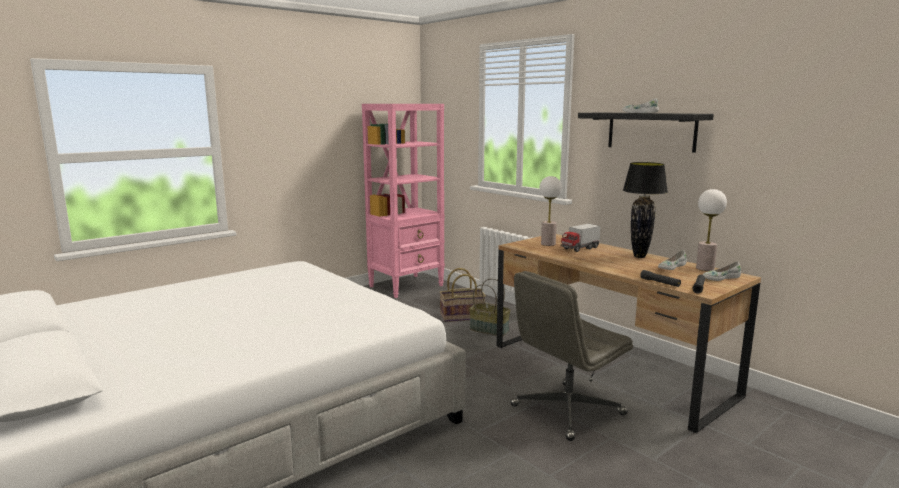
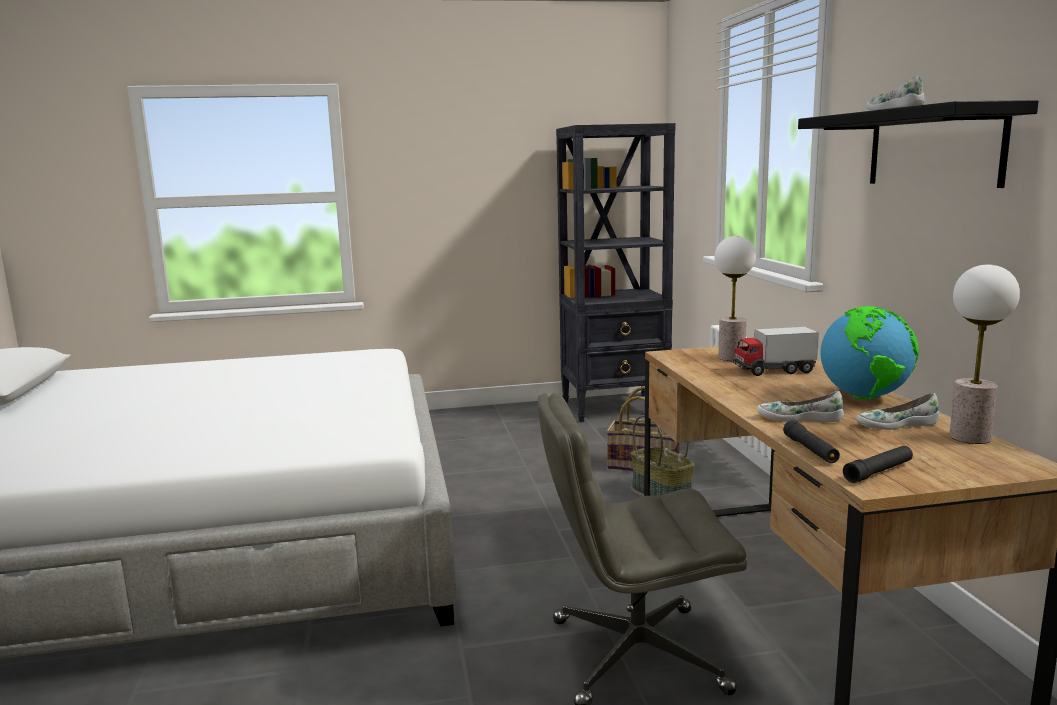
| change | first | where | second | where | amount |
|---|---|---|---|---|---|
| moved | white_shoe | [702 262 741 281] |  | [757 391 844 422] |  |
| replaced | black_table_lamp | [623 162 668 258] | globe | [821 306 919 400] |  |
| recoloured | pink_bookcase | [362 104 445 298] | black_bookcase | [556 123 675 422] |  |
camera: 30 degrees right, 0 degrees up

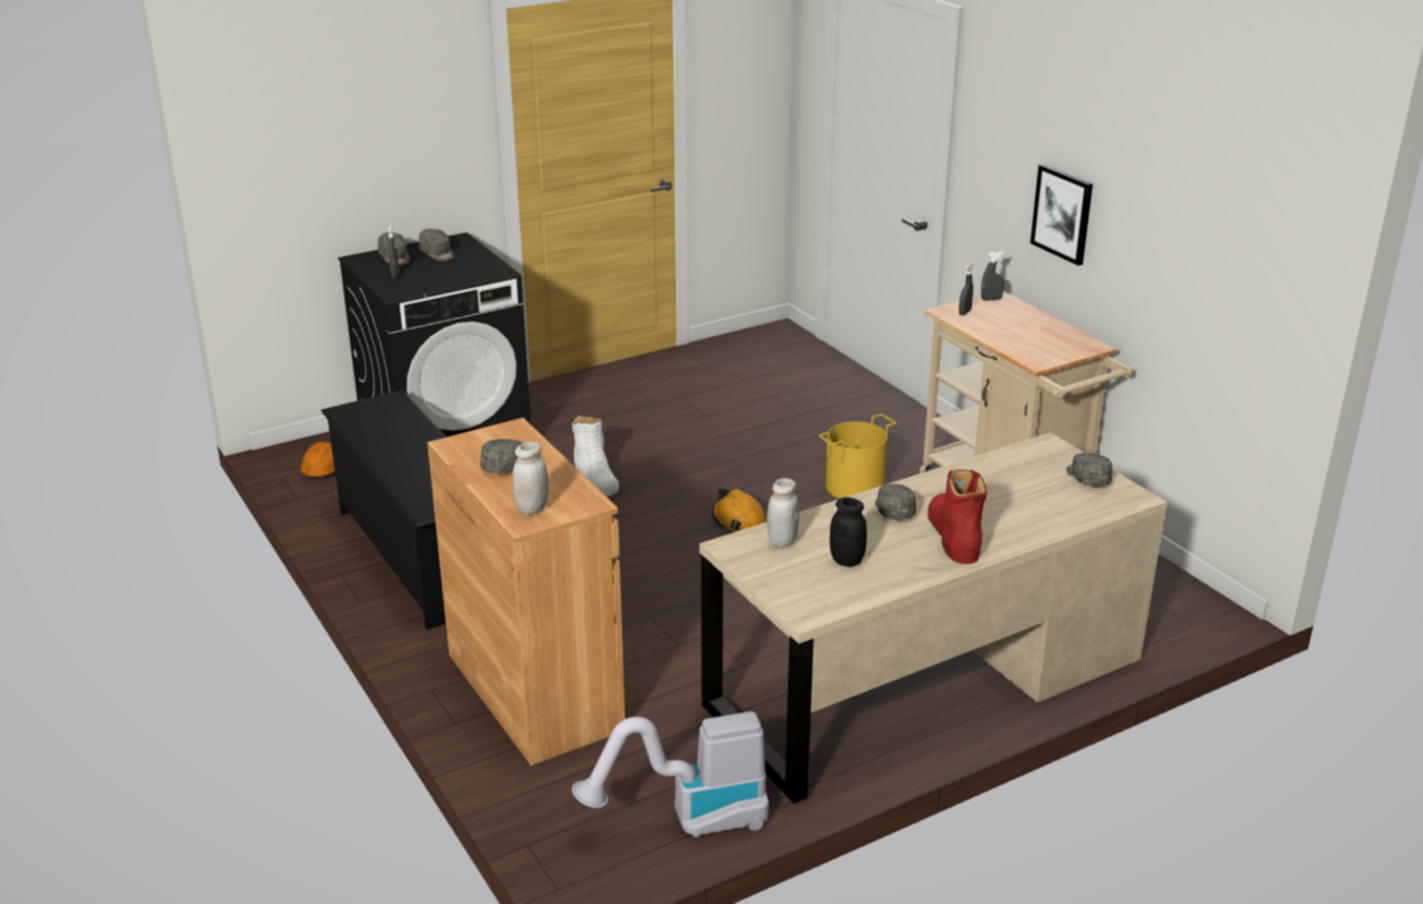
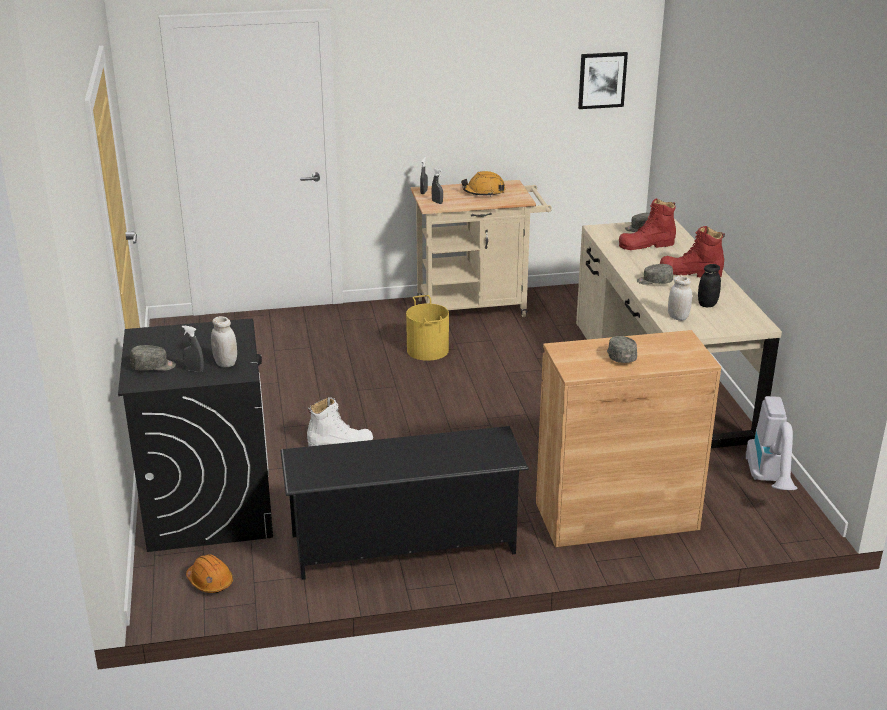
| change | first | where | second | where | amount |
|---|---|---|---|---|---|
| removed | grey_cap | [419 228 454 261] |  |  |  |
| added |  |  | red_boot | [619 198 676 250] |  |
| moved | white_jar | [512 441 549 515] |  | [211 316 237 367] |  |
| moved | orange_hard_hat | [712 488 766 532] |  | [461 171 505 197] |  |
| moved | picture | [1030 164 1093 266] |  | [578 52 628 109] |  |
camera: 70 degrees left, 0 degrees up

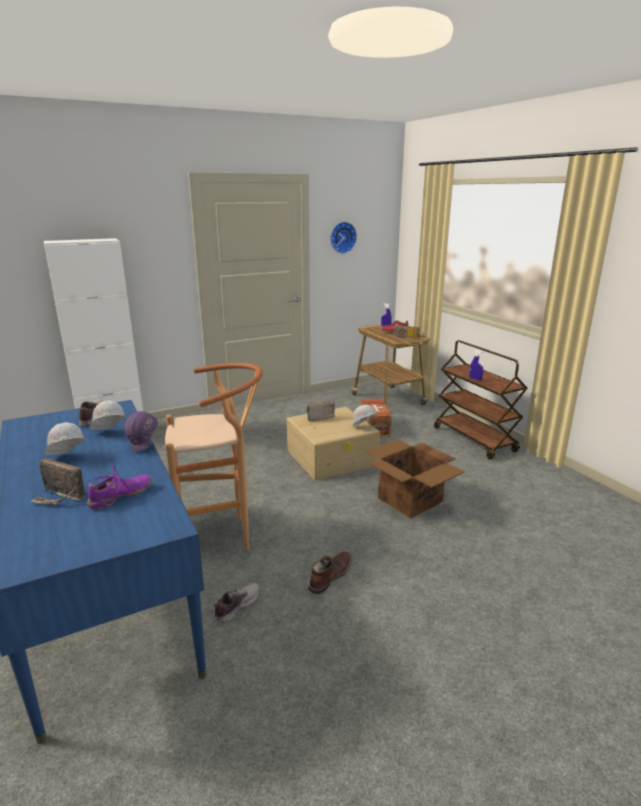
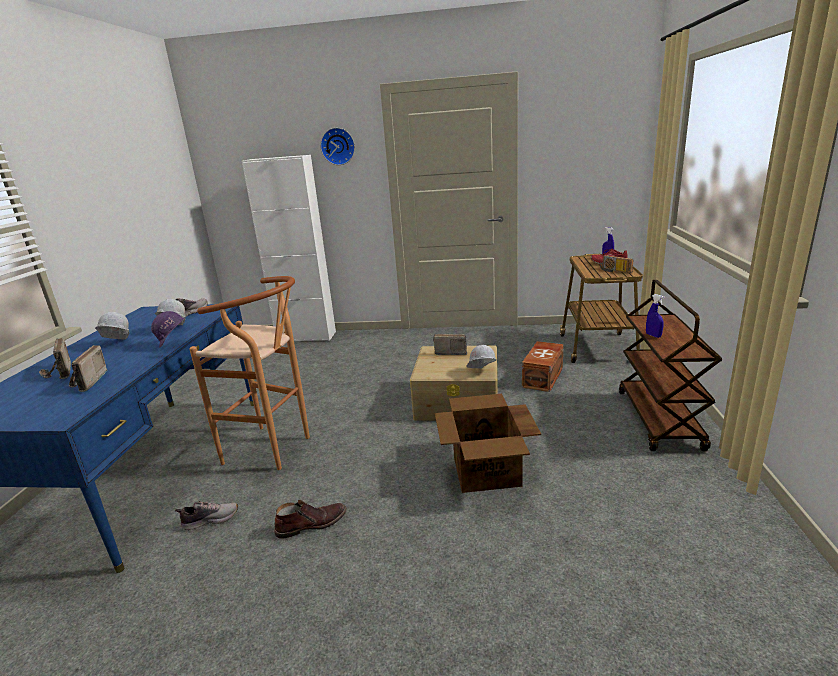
| change | first | where | second | where | amount |
|---|---|---|---|---|---|
| moved | wall_clock | [330 222 357 254] |  | [320 128 355 165] |  |
| replaced | purple_shoe | [87 466 152 510] | radio | [69 345 108 392] |  |
camera: 35 degrees right, 0 degrees up

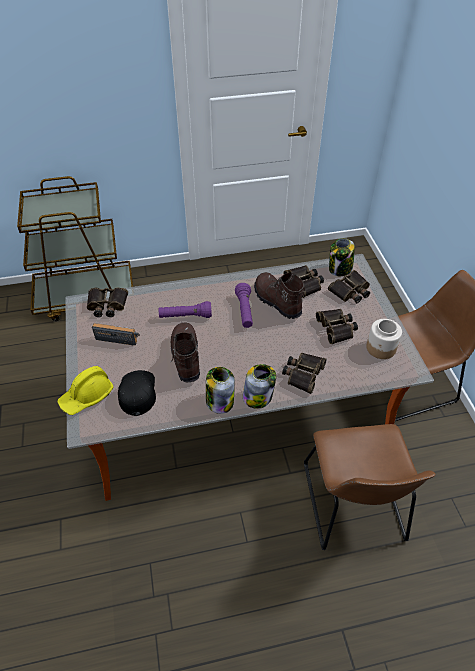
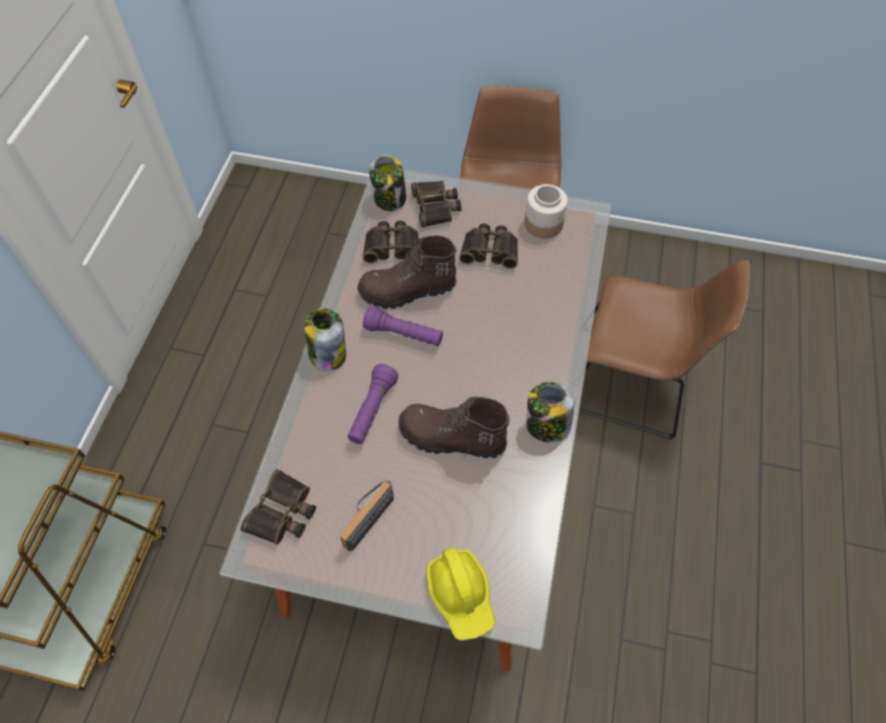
| change | first | where | second | where | amount |
|---|---|---|---|---|---|
| removed | black_cap | [118 370 156 416] |  |  |  |
| removed | binoculars | [282 353 327 394] |  |  |  |
| moved | jar | [243 364 276 409] |  | [305 308 346 371] |  |
camera: 65 degrees left, 10 degrees up

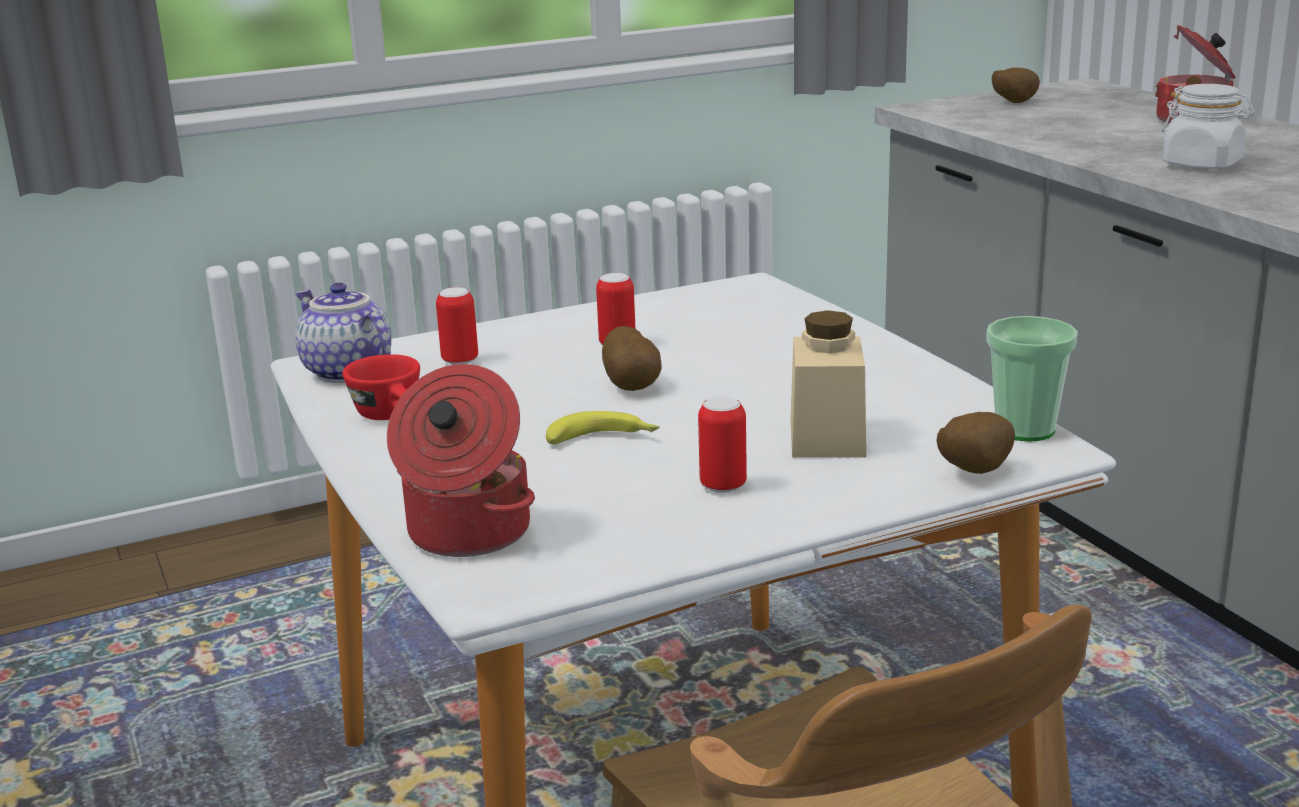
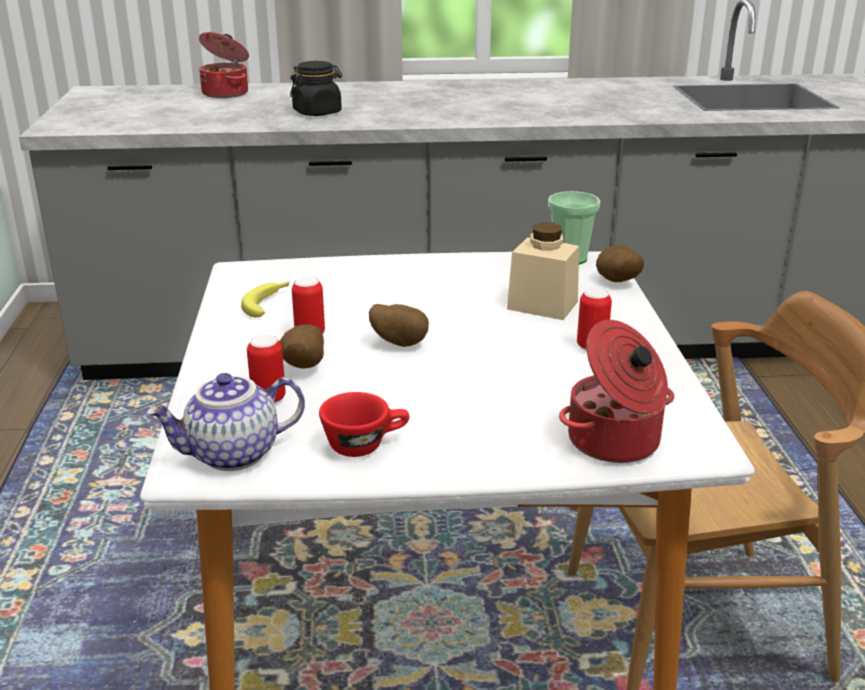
| change | first | where | second | where | amount |
|---|---|---|---|---|---|
| moved | banana | [546 411 660 445] |  | [241 281 289 317] |  |
| moved | potato | [992 68 1040 103] |  | [279 324 324 369] |  |
| recoloured | white_jar | [1162 84 1255 169] | black_jar | [290 61 342 116] |  |
camera: 70 degrees left, 5 degrees up

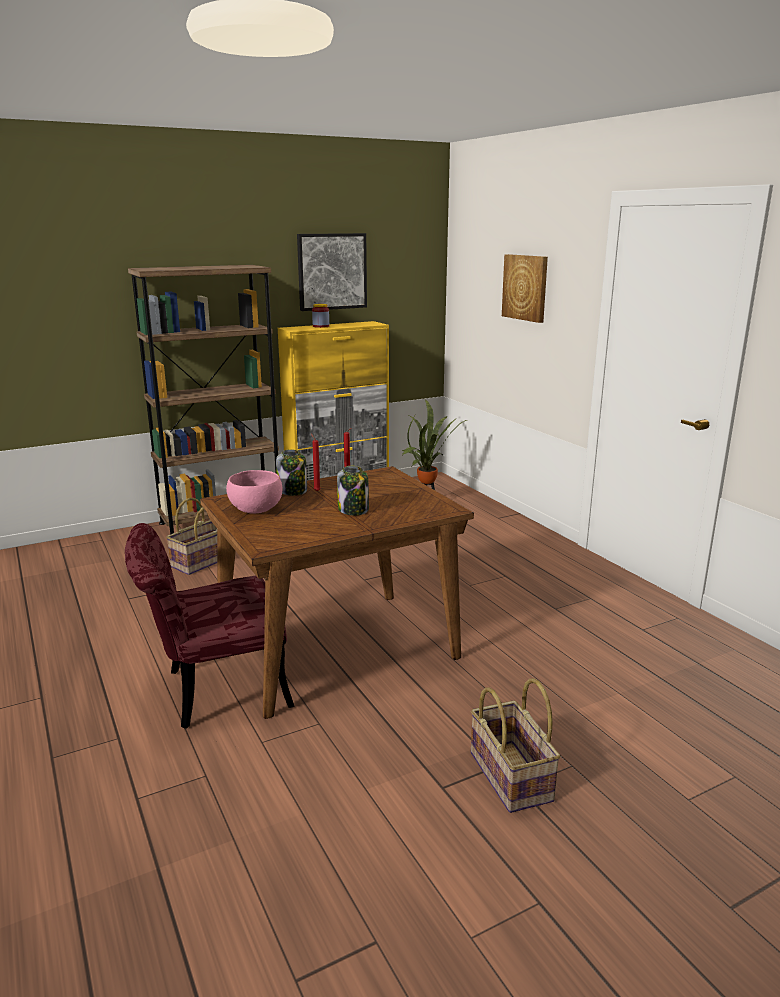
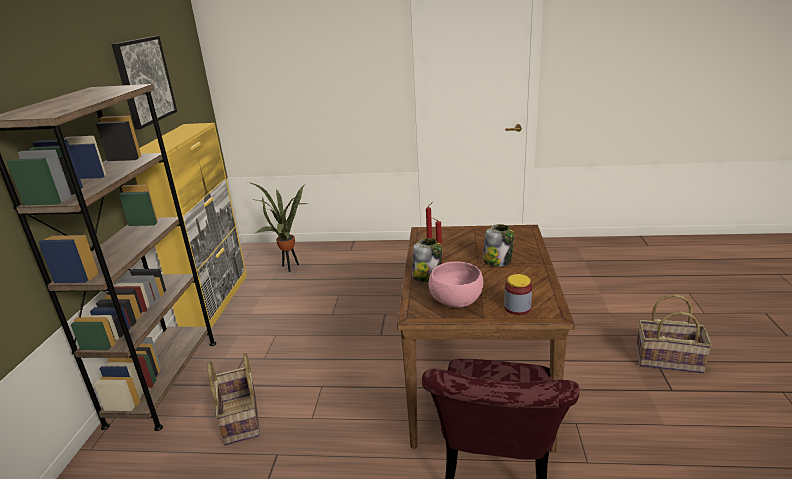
| change | first | where | second | where | amount |
|---|---|---|---|---|---|
| removed | picture | [502 254 548 323] |  |  |  |
| moved | jar | [312 304 329 328] |  | [504 274 532 315] |  |
camera: 55 degrees left, 5 degrees up

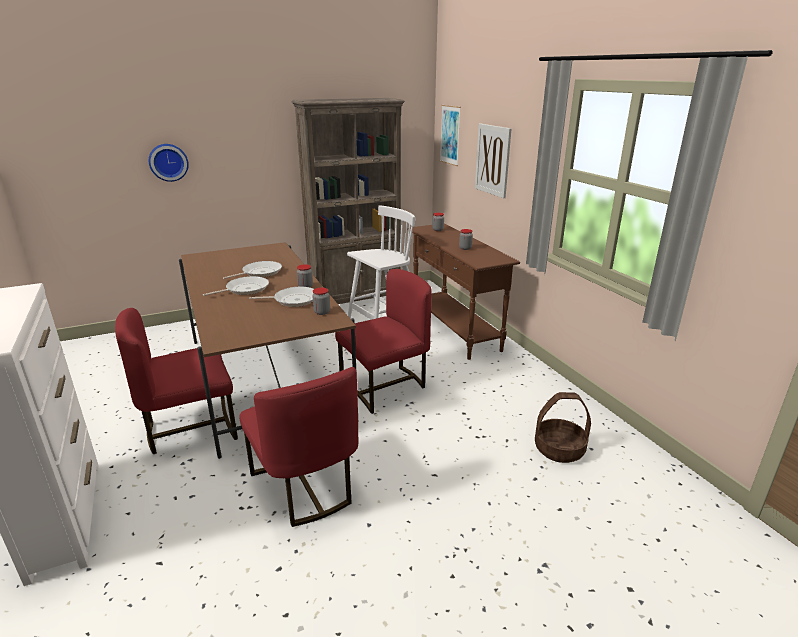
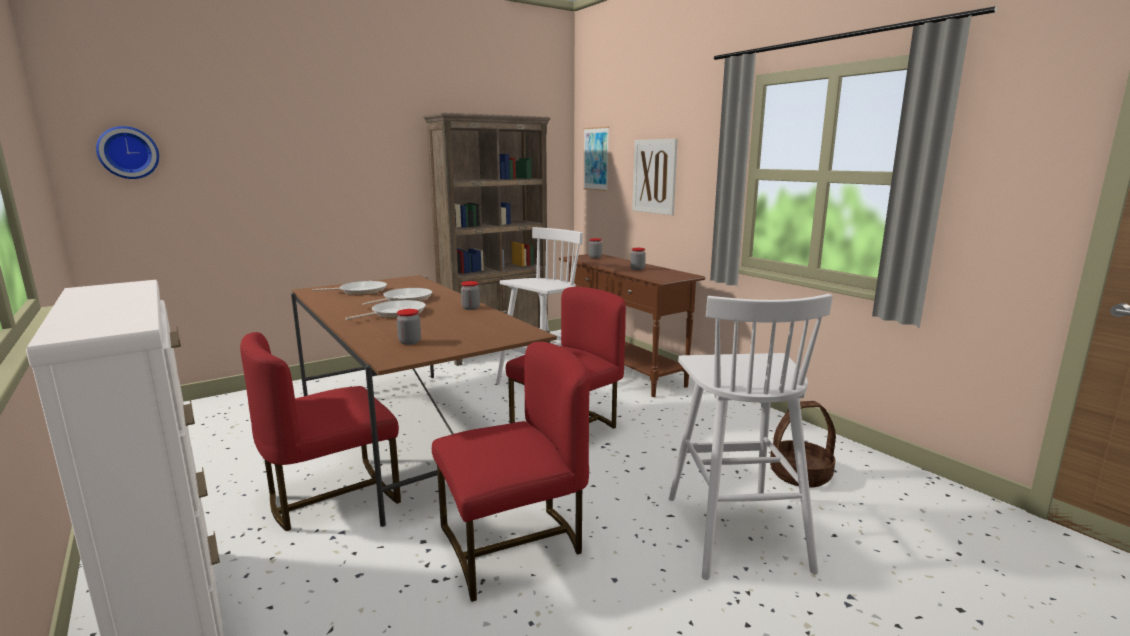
| change | first | where | second | where | amount |
|---|---|---|---|---|---|
| added |  |  | white_stool | [669 294 833 580] |  |
| moved | wall_clock | [149 144 189 182] |  | [96 126 159 179] |  |
| moved | frying_pan | [249 287 314 307] |  | [313 281 387 295] |  |
| moved | jar | [312 287 330 315] |  | [397 309 421 345] |  |
| turned | red_chair | [240 367 358 527] |  | [432 342 590 602] | 75 degrees counterclockwise |
camera: 10 degrees left, 10 degrees down

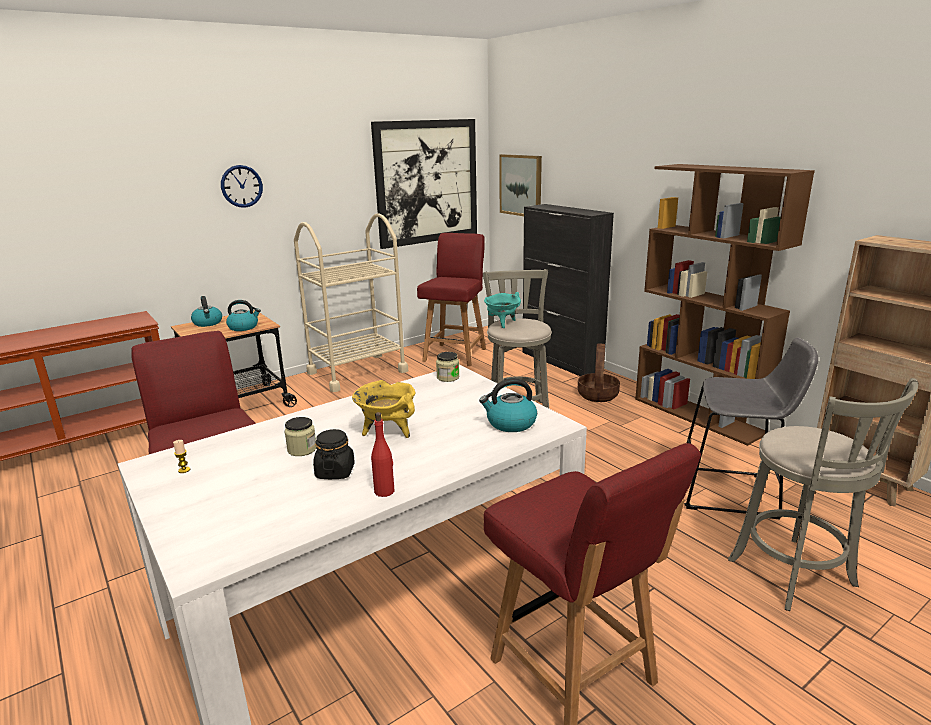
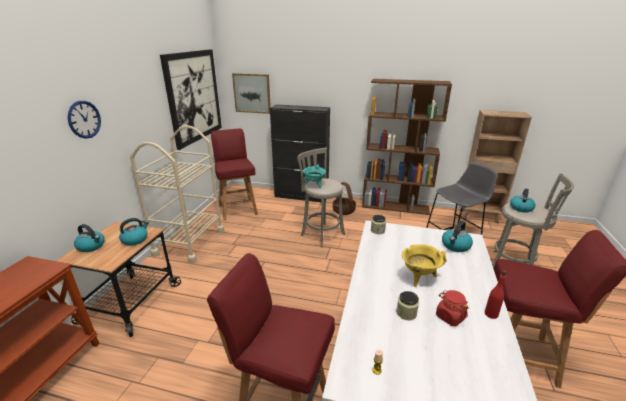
| change | first | where | second | where | amount |
|---|---|---|---|---|---|
| added |  |  | kettle | [510 188 536 212] |  |
| recoloured | black_jar | [313 429 355 479] | red_jar | [436 290 469 326] |  |
camera: 40 degrees left, 5 degrees up

